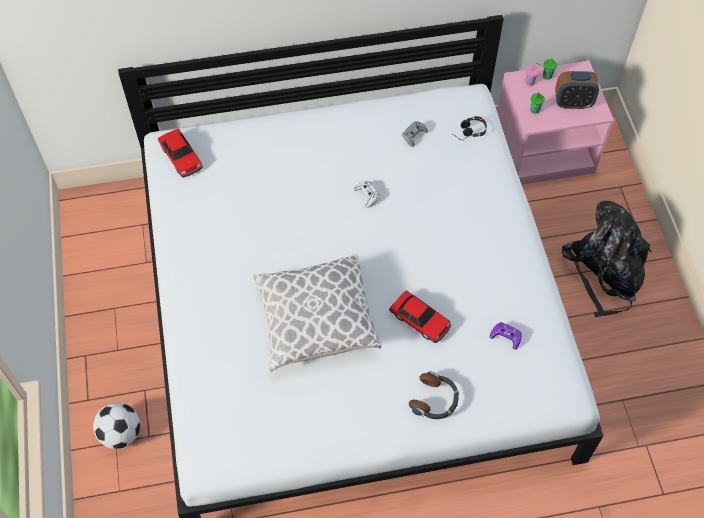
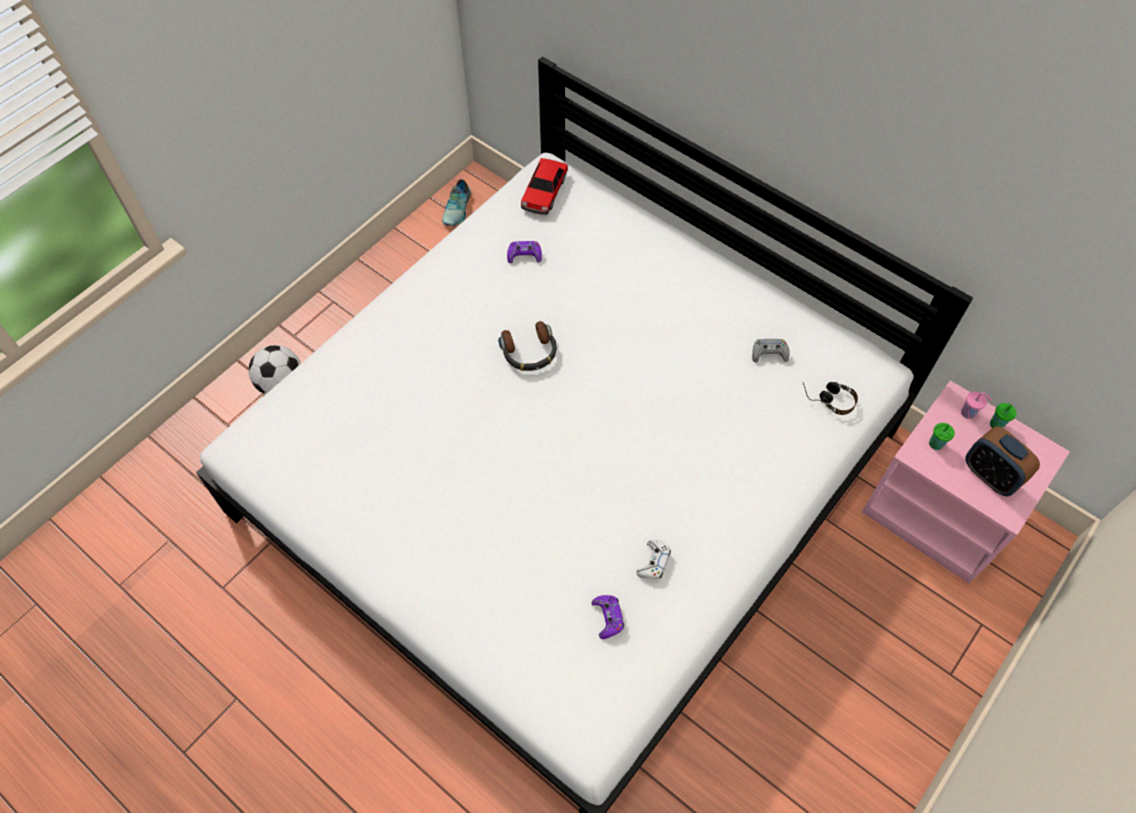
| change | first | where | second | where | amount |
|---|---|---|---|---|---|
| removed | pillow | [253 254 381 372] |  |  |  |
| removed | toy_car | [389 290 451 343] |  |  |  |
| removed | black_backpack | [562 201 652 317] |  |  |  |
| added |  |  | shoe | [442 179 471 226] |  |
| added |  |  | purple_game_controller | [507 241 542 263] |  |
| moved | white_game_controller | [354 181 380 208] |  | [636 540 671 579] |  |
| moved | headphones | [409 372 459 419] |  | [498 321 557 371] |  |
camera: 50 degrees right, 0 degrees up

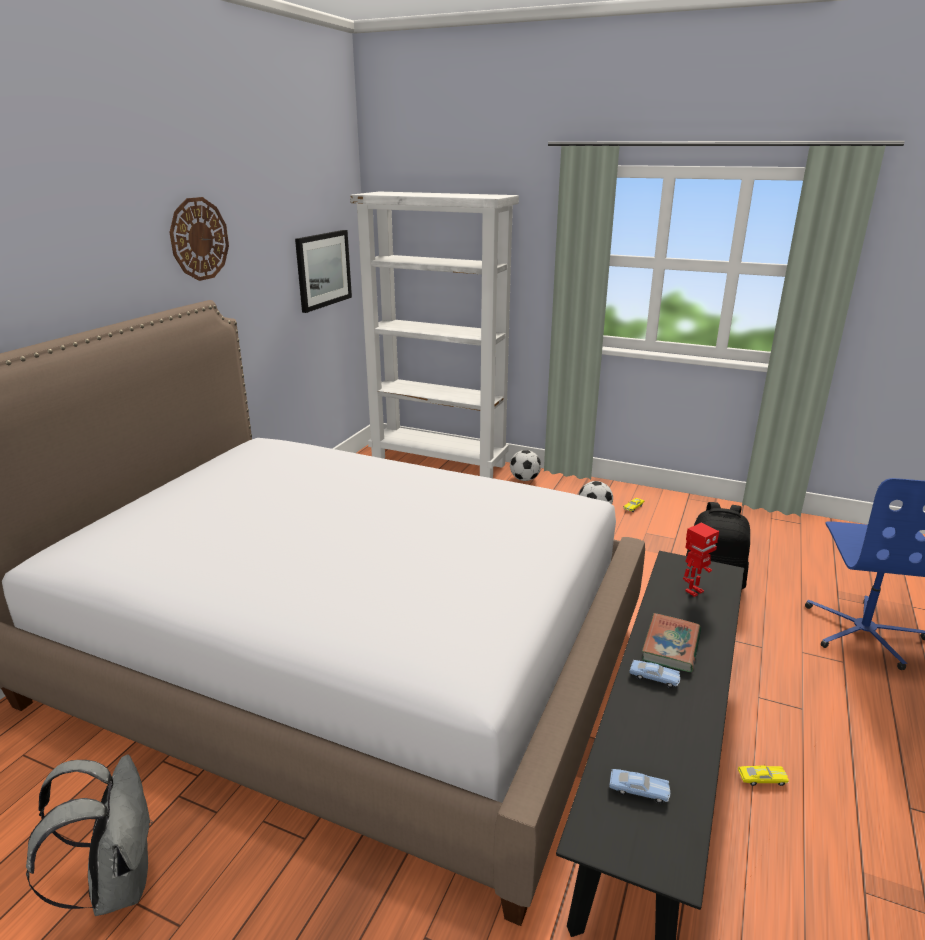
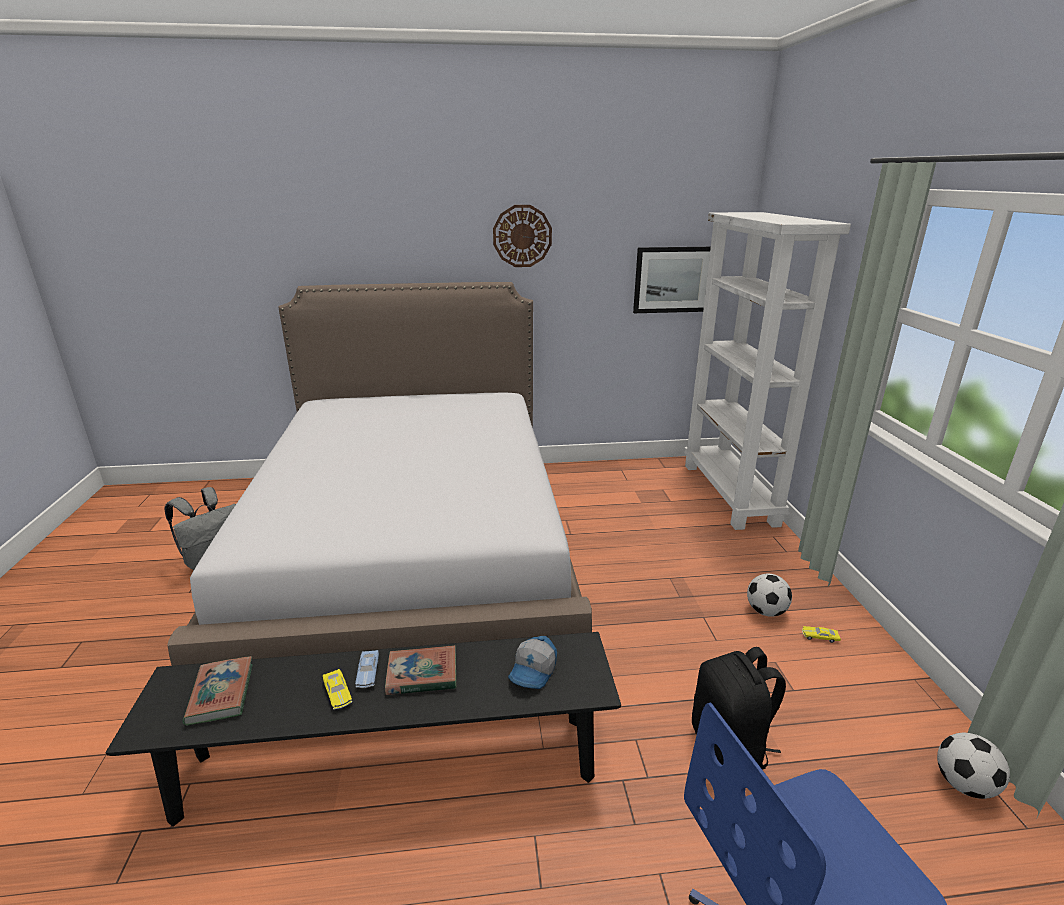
| change | first | where | second | where | amount |
|---|---|---|---|---|---|
| moved | football | [510 450 541 481] |  | [937 733 1010 799] |  |
| moved | yellow_toy_car | [738 765 789 786] |  | [323 669 352 710] |  |
| replaced | blue_toy_car | [609 769 670 804] | book | [183 656 253 726] |  |
| replaced | toy_robot | [683 523 719 597] | cap | [508 636 557 689] |  |
camera: 60 degrees right, 0 degrees up

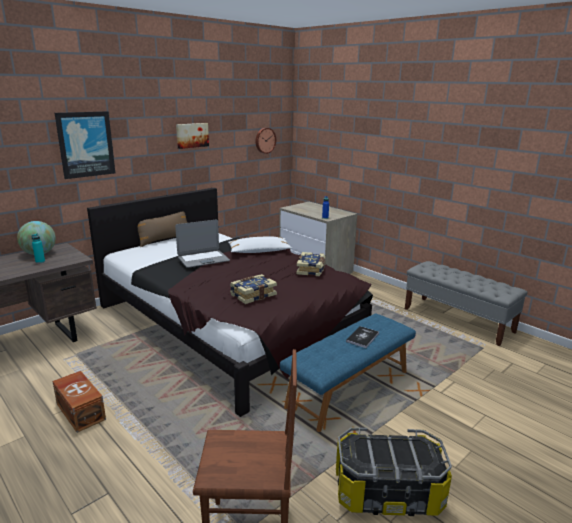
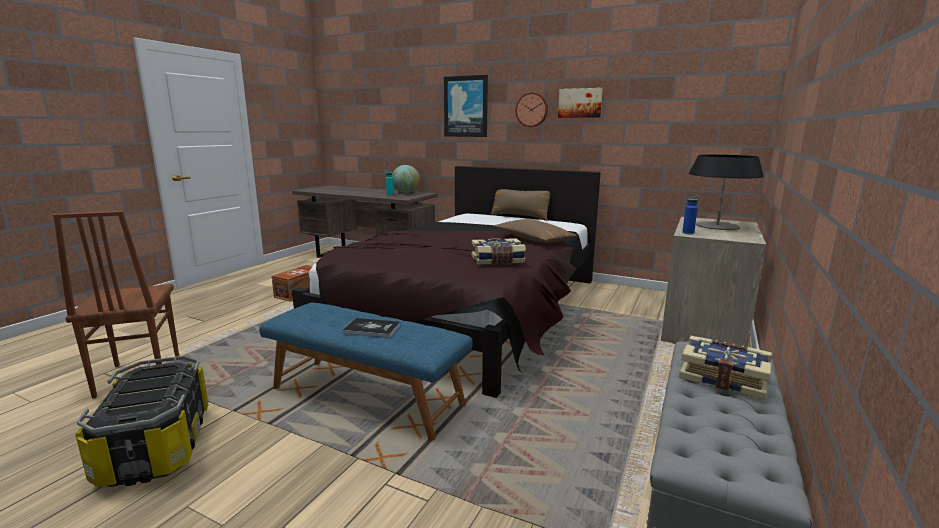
| change | first | where | second | where | amount |
|---|---|---|---|---|---|
| removed | laptop | [175 220 230 268] |  |  |  |
| added |  |  | table_lamp | [689 155 763 230] |  |
| moved | book | [230 274 277 304] |  | [679 336 772 400] |  |
| moved | wall_clock | [255 128 276 154] |  | [515 92 548 127] |  |
| recoloured | white_pillow | [228 236 293 253] | brown_pillow | [494 219 577 243] |  |
camera: 70 degrees right, 5 degrees down

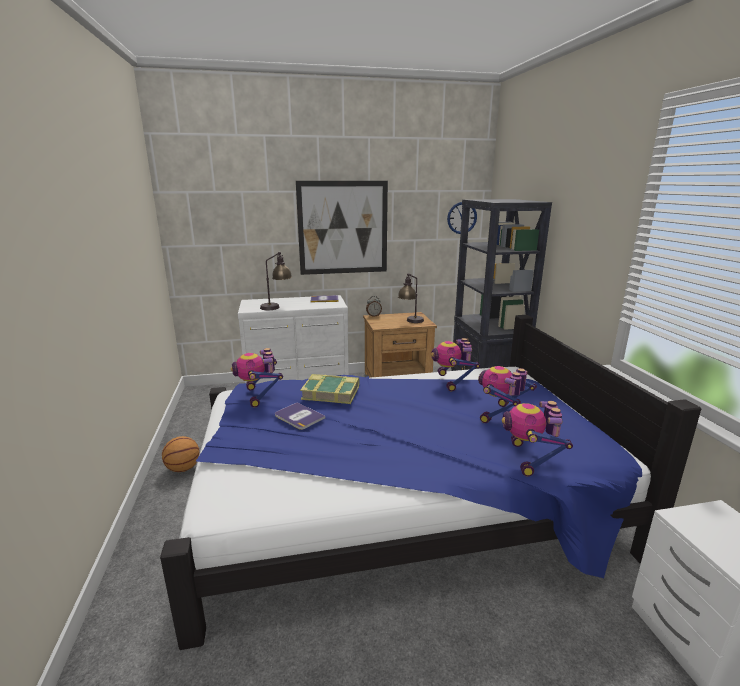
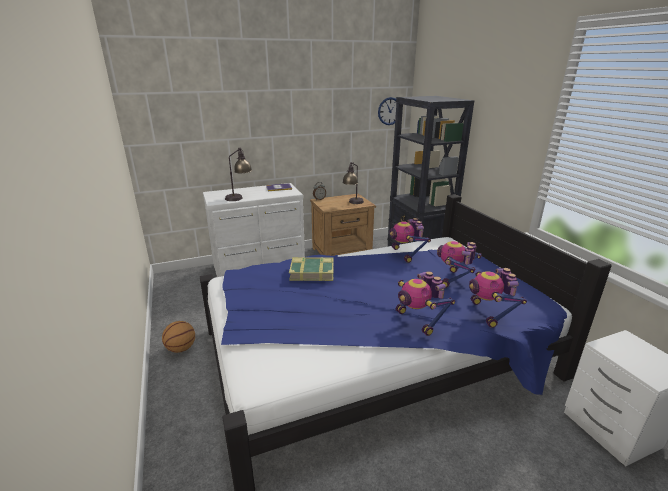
| change | first | where | second | where | amount |
|---|---|---|---|---|---|
| removed | book | [275 403 325 430] |  |  |  |
| removed | picture | [296 181 388 275] |  |  |  |
| moved | toy_robot | [231 348 283 407] |  | [396 271 455 336] |  |
camera: 10 degrees left, 5 degrees up

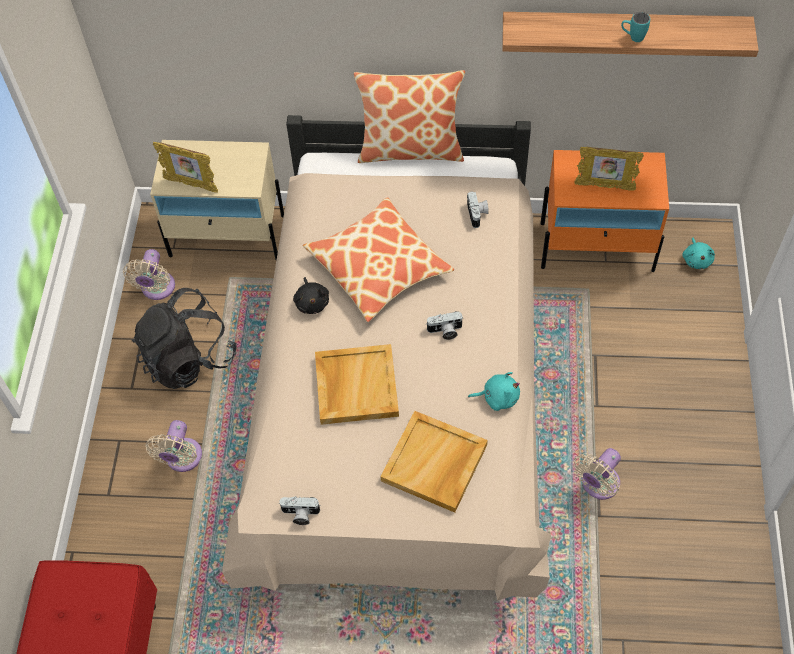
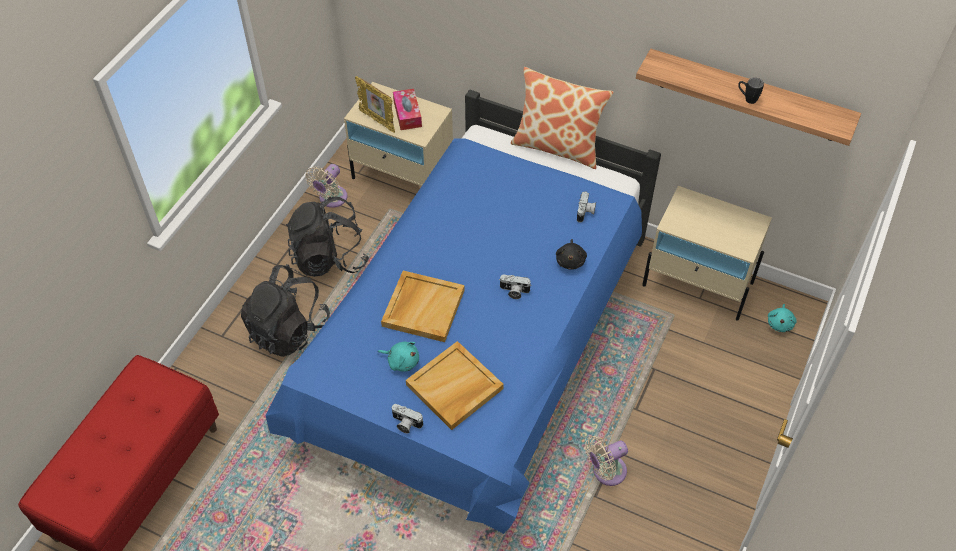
| change | first | where | second | where | amount |
|---|---|---|---|---|---|
| removed | pillow | [303 197 454 322] |  |  |  |
| removed | picture_frame | [574 147 644 191] |  |  |  |
| added |  |  | tissue_box | [393 89 422 130] |  |
| moved | photo_camera | [279 496 321 525] |  | [392 404 423 433] |  |
| moved | black_plush_toy | [293 277 329 314] |  | [556 239 587 270] |  |
| moved | turquoise_plush_toy | [468 372 520 411] |  | [378 342 419 372] |  |
| replaced | beige_fan | [145 420 202 472] | black_backpack | [241 264 330 357] |  |
| recoloured | beige_bed | [222 115 551 601] | blue_bed | [266 90 661 534] |  |
| recoloured | orange_nightstand | [541 150 669 272] | beige_nightstand | [642 186 772 321] |  |
| recoloured | turquoise_mug | [621 12 650 42] | black_mug | [738 78 764 104] |  |
camera: 20 degrees right, 5 degrees down

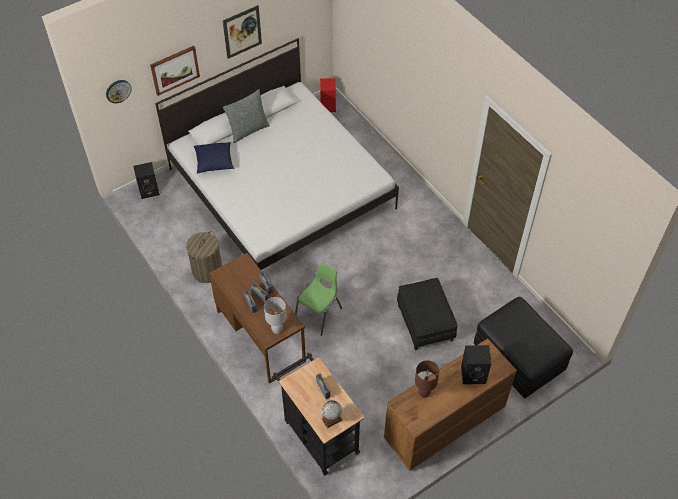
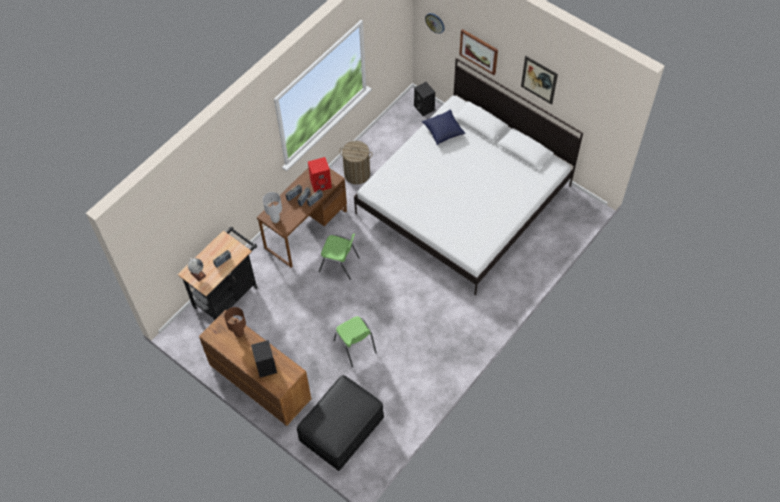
| change | first | where | second | where | amount |
|---|---|---|---|---|---|
| removed | grey_pillow | [223 89 270 143] |  |  |  |
| moved | red_speaker | [320 78 336 112] |  | [308 157 332 192] |  |
| replaced | black_ottoman | [397 278 458 350] | green_chair | [333 316 377 367] |  |
camera: 75 degrees right, 5 degrees up

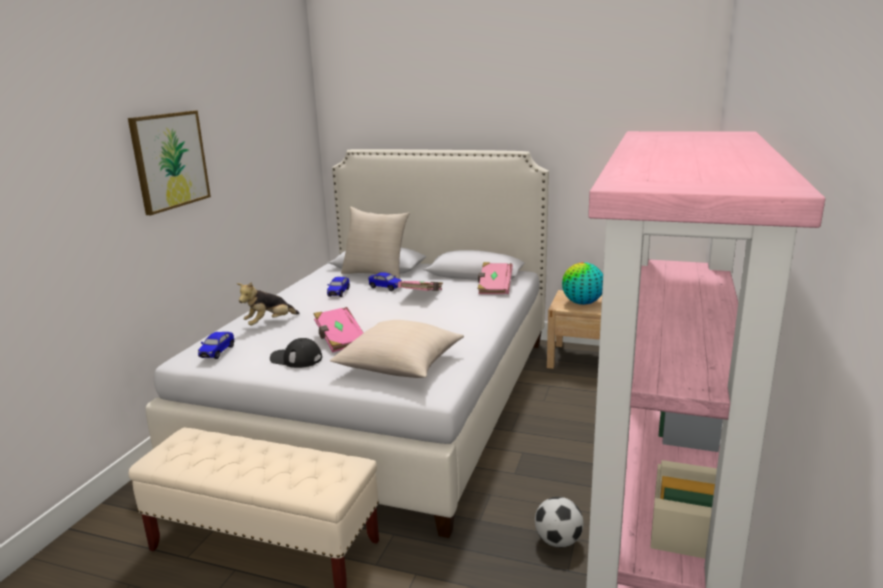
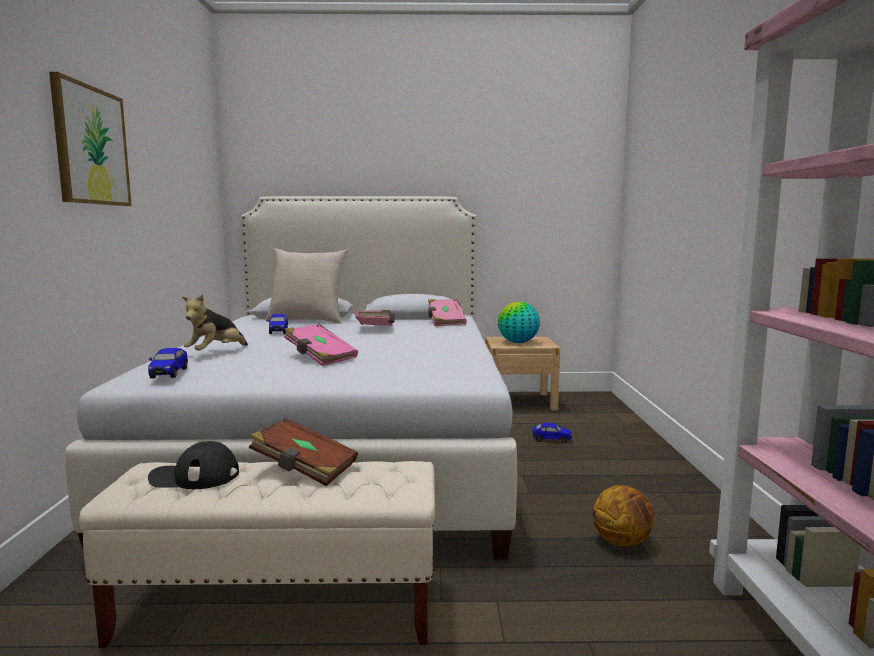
| change | first | where | second | where | amount |
|---|---|---|---|---|---|
| removed | beige_pillow | [330 320 464 378] |  |  |  |
| added |  |  | brown_book | [249 418 358 486] |  |
| moved | black_cap | [270 338 322 368] |  | [148 441 239 489] |  |
| moved | toy_car | [368 272 402 291] |  | [533 423 572 443] |  |
| replaced | football | [535 497 583 547] | basketball | [592 485 654 546] |  |
camera: 20 degrees left, 10 degrees down

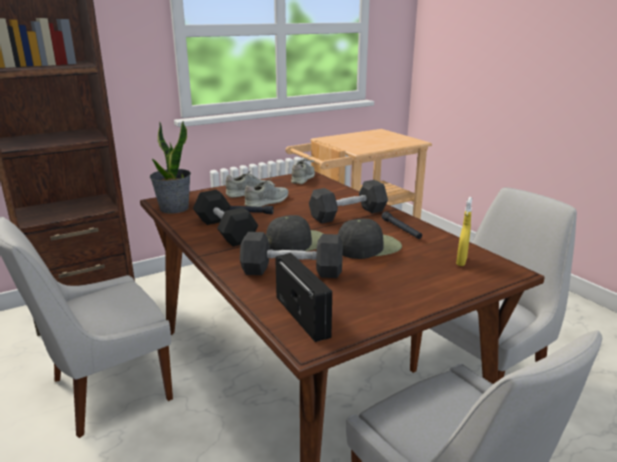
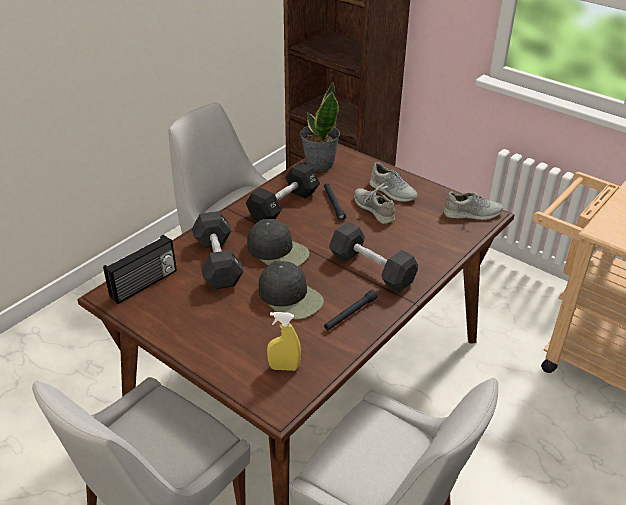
| change | first | where | second | where | amount |
|---|---|---|---|---|---|
| turned | grey_shoe | [245 178 288 207] |  | [354 182 395 224] | 150 degrees counterclockwise |
camera: 70 degrees right, 15 degrees up

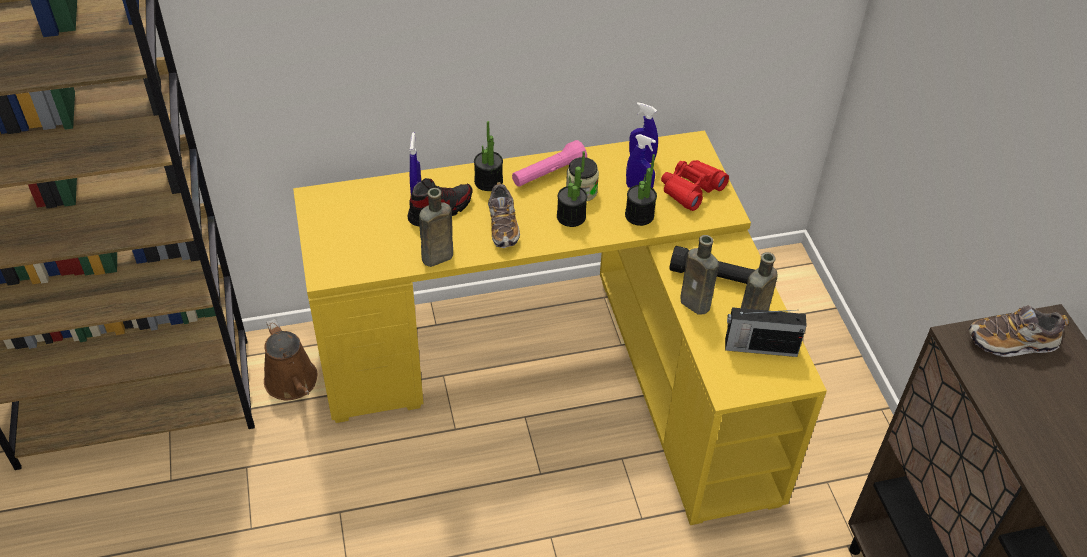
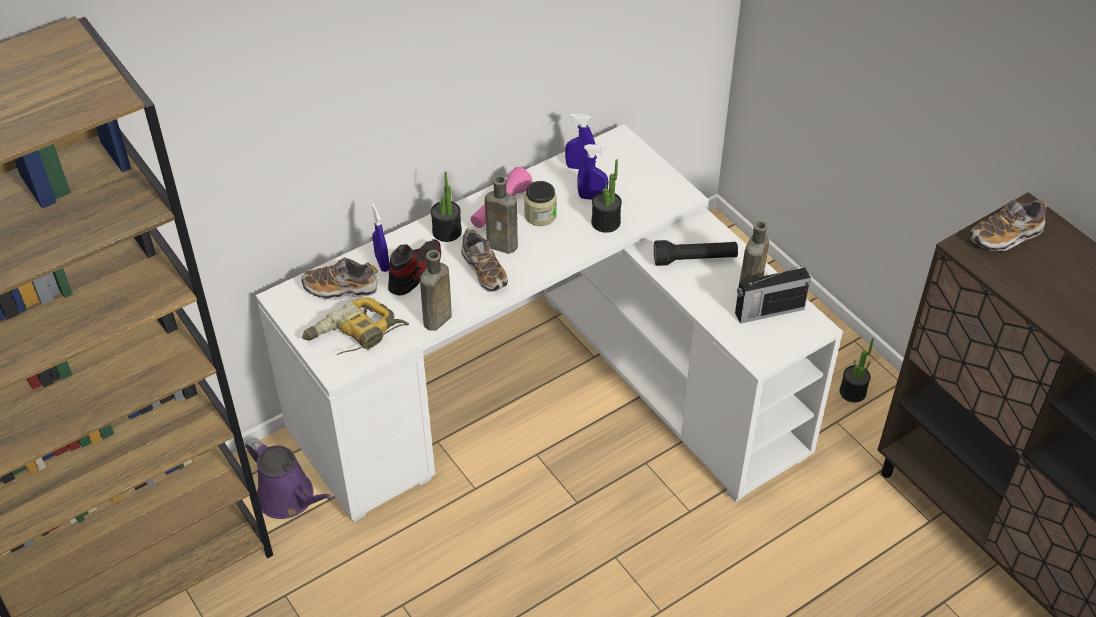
| change | first | where | second | where | amount |
|---|---|---|---|---|---|
| removed | red_binoculars | [661 160 729 211] |  |  |  |
| added |  |  | shoe | [301 257 378 300] |  |
| added |  |  | power_drill | [302 297 409 355] |  |
| moved | potted_plant | [557 151 587 227] |  | [839 338 874 402] |  |
| moved | brown_bottle | [680 235 719 315] |  | [485 176 518 254] |  |
| recoloured | brown_watering_can | [264 319 317 400] | purple_watering_can | [245 438 334 519] |  |
| recoloured | yellow_desk | [293 130 827 525] | white_desk | [256 124 843 522] |  |
camera: 20 degrees left, 0 degrees up

